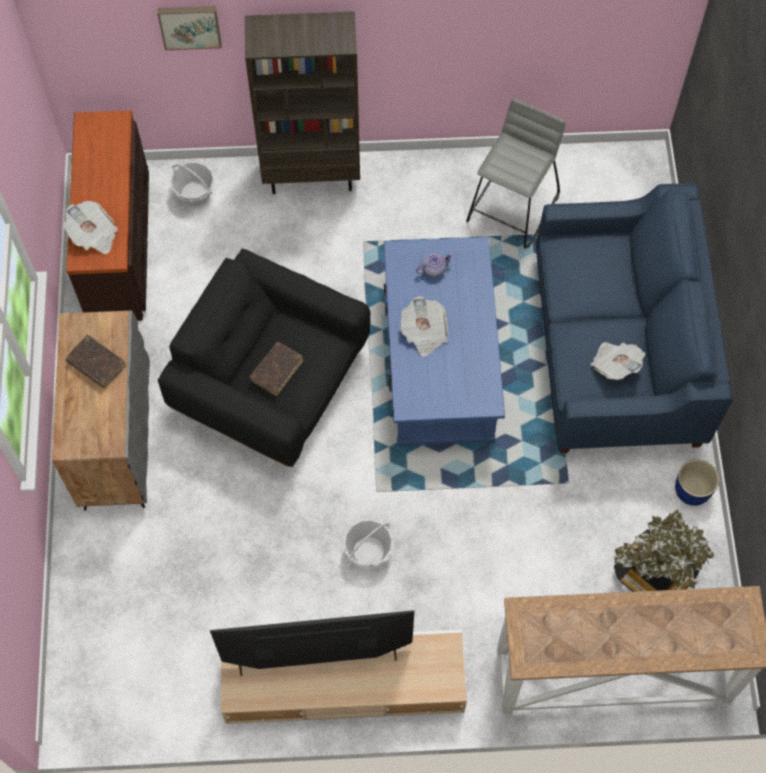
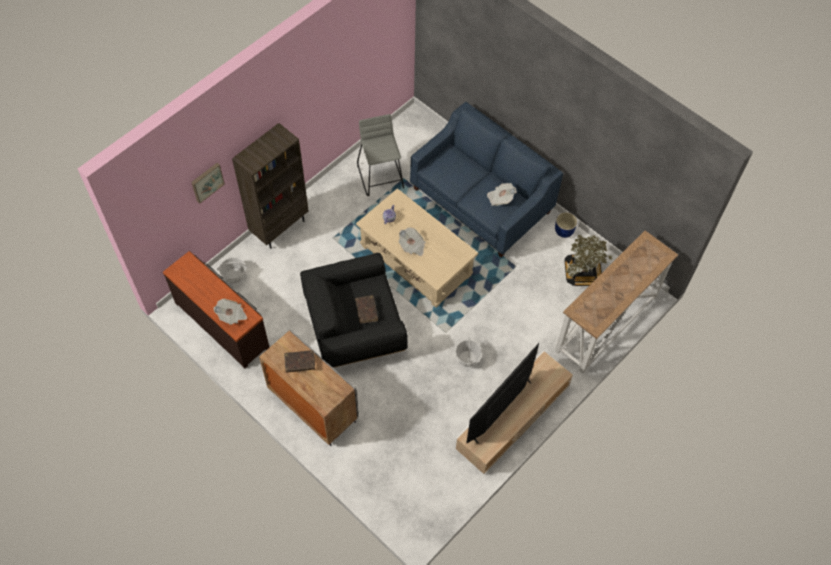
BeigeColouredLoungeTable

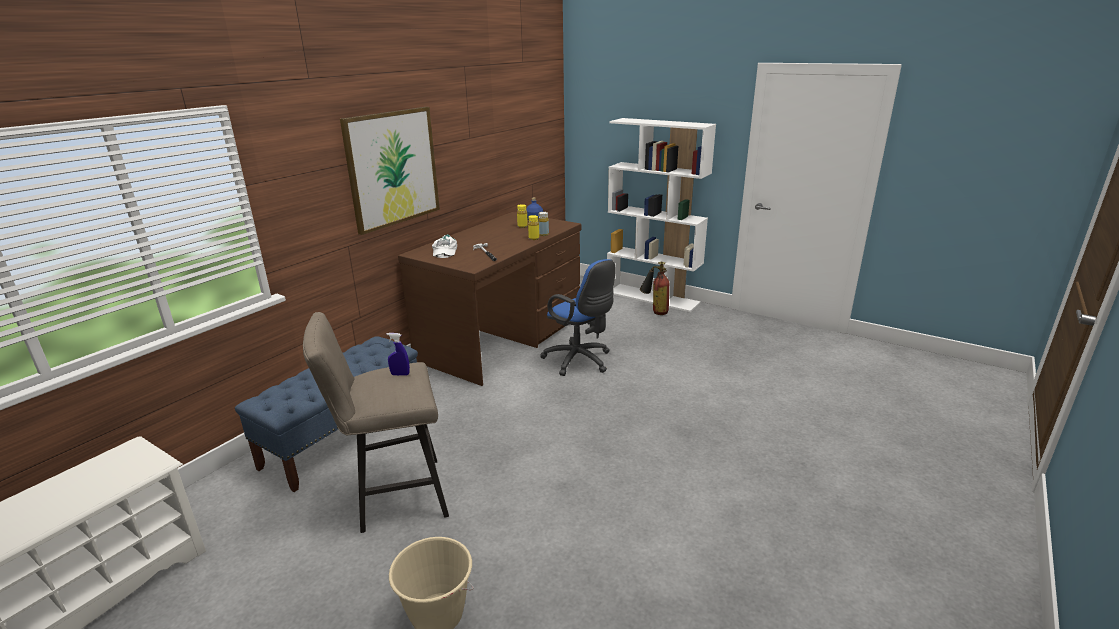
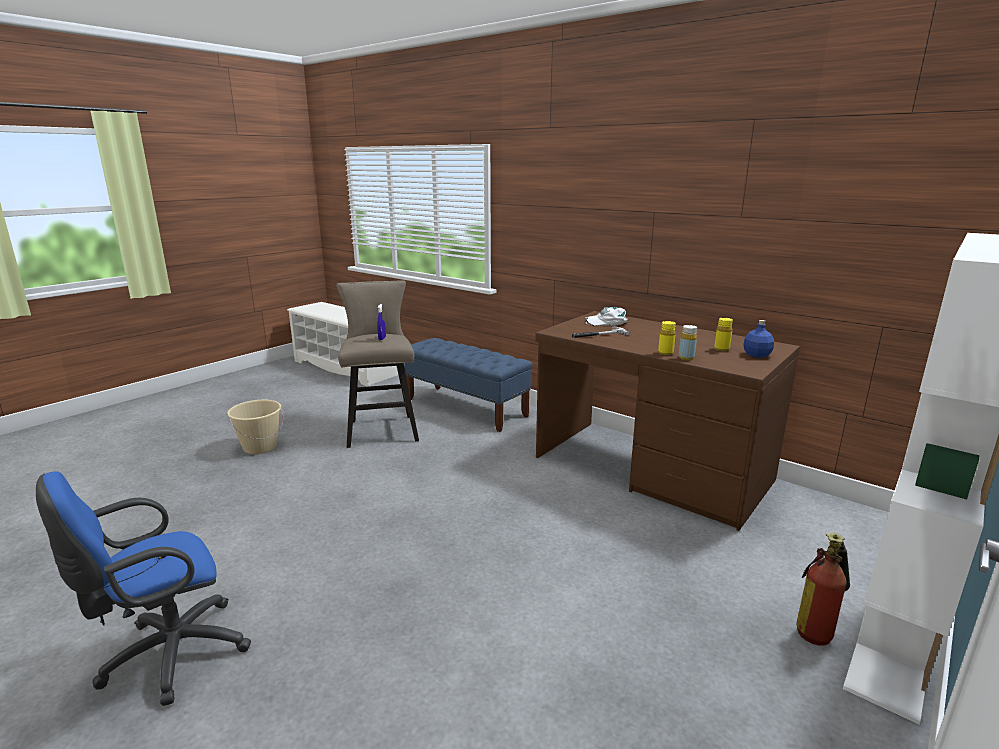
WallPicture
BlueColouredDeskChair

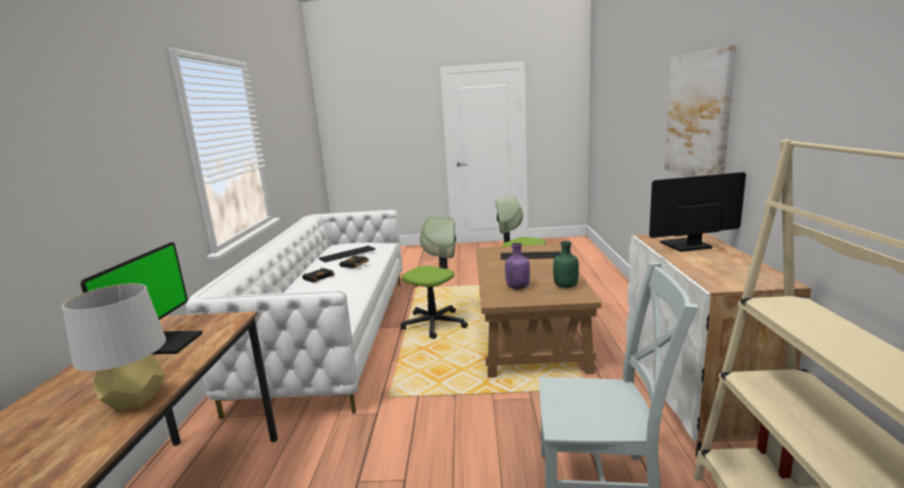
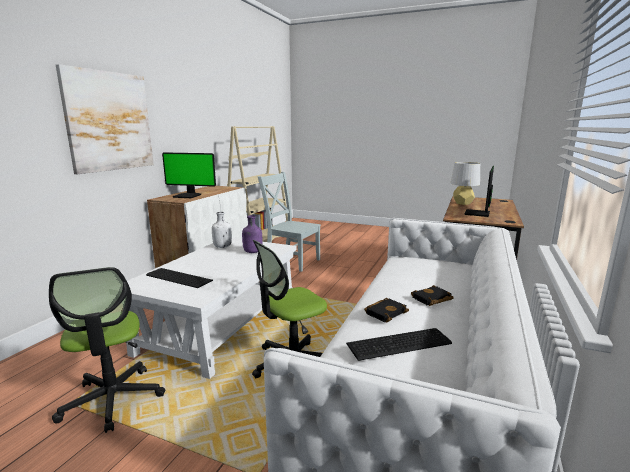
WhiteColouredLoungeTable
WhiteColouredBeverageBottle

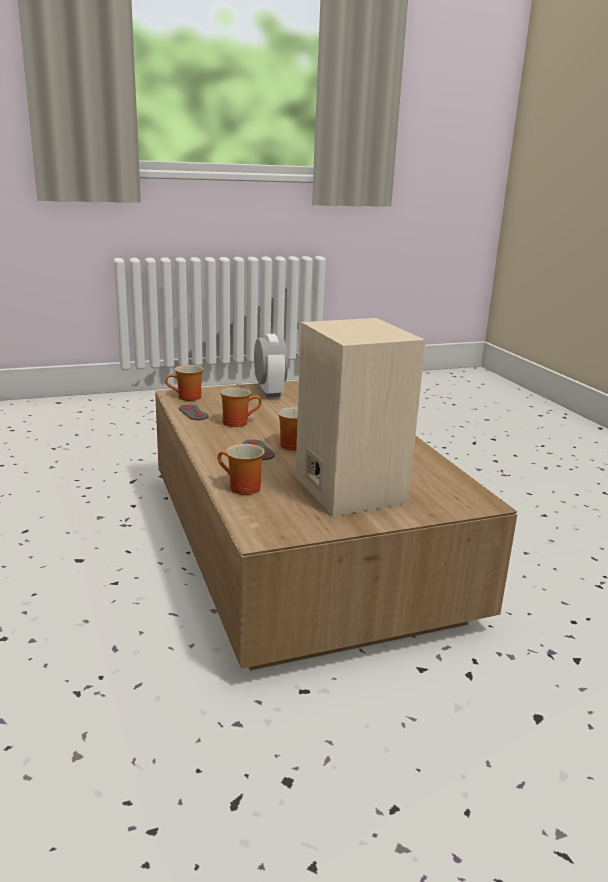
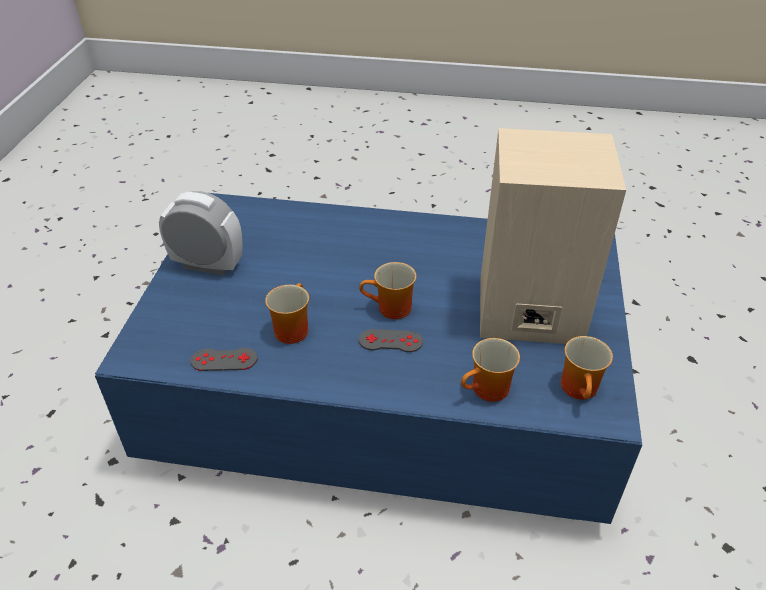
CoffeeMug (no. 4 from left)
BlueColouredLoungeTable

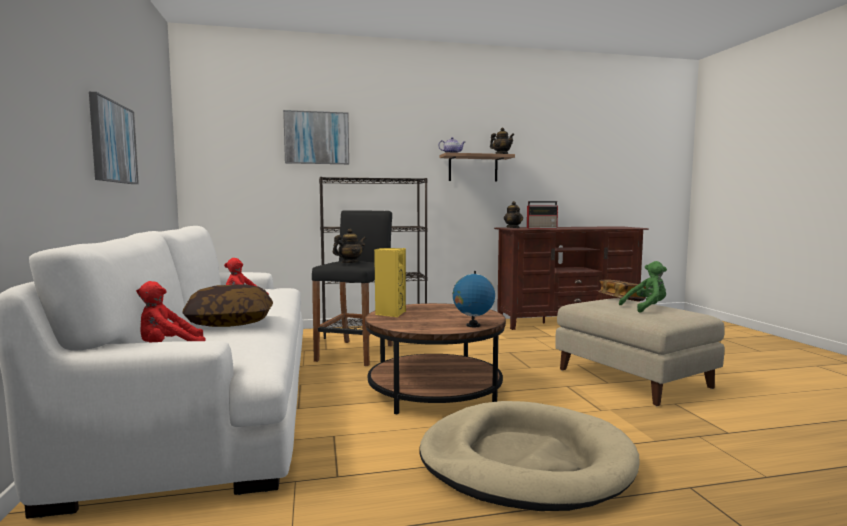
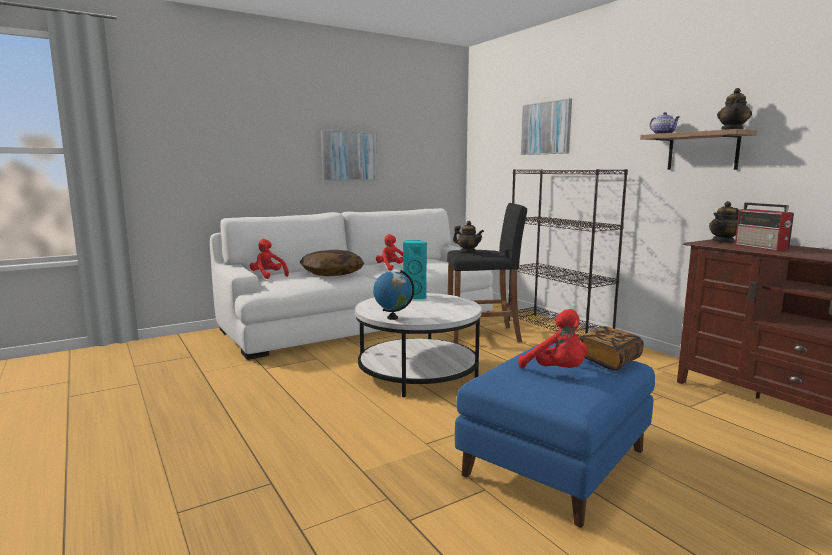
BeigeColouredDogCushion
WhiteColouredLoungeTable
TurquoiseAudioSpeaker
BlueColouredOttoman
ReddishPlushToy (no. 3 from left)

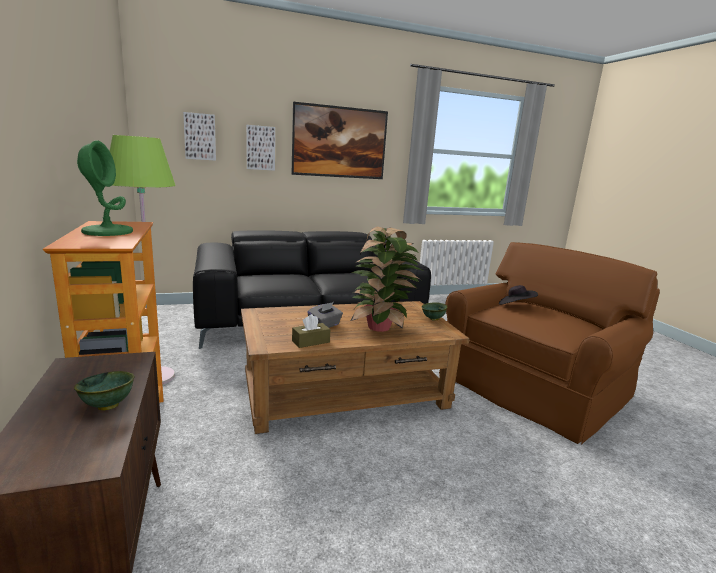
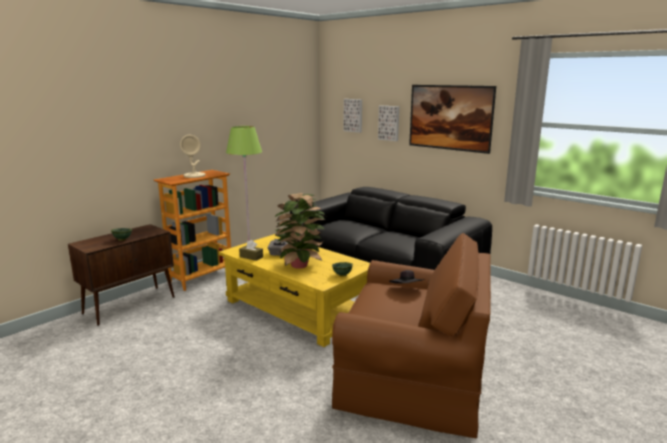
BeigeColouredLampForATable
YellowColouredLoungeTable

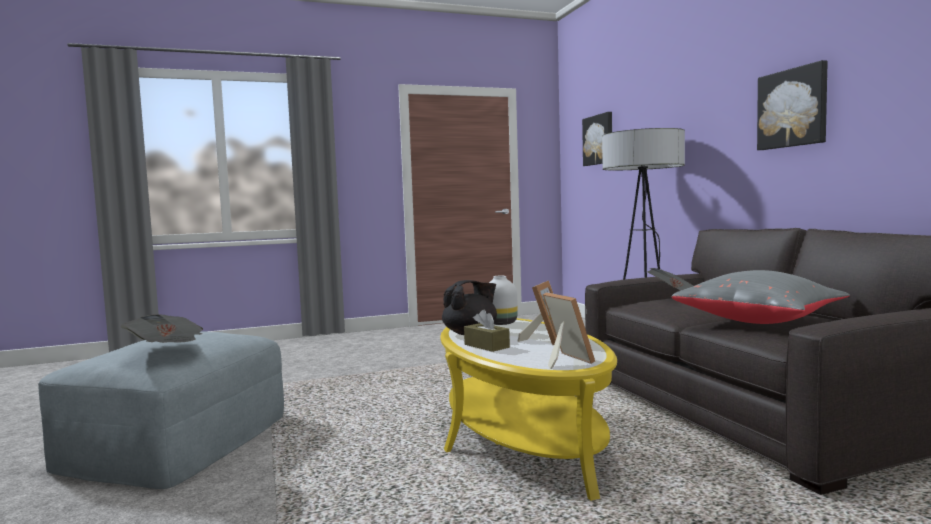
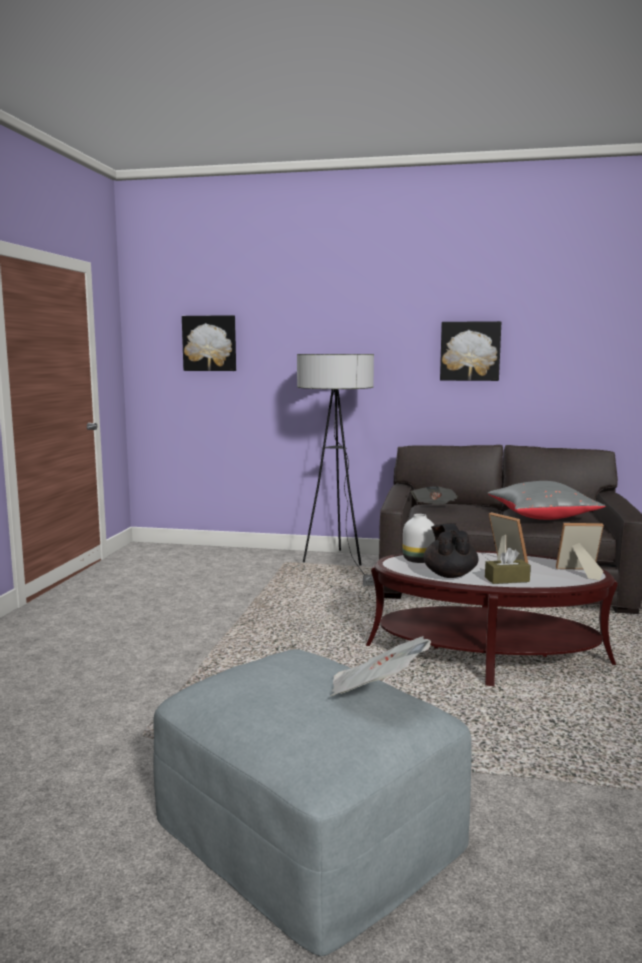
BrownColouredLoungeTable

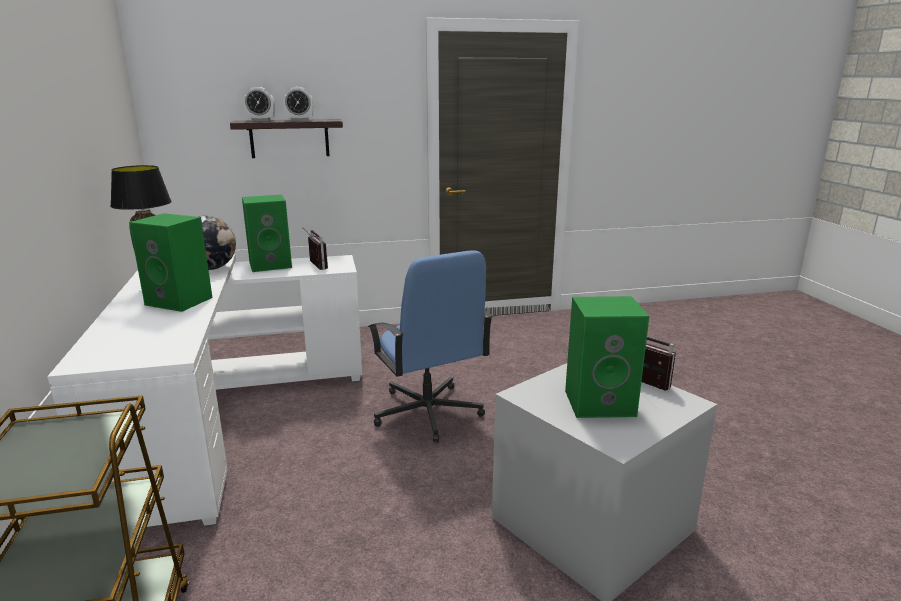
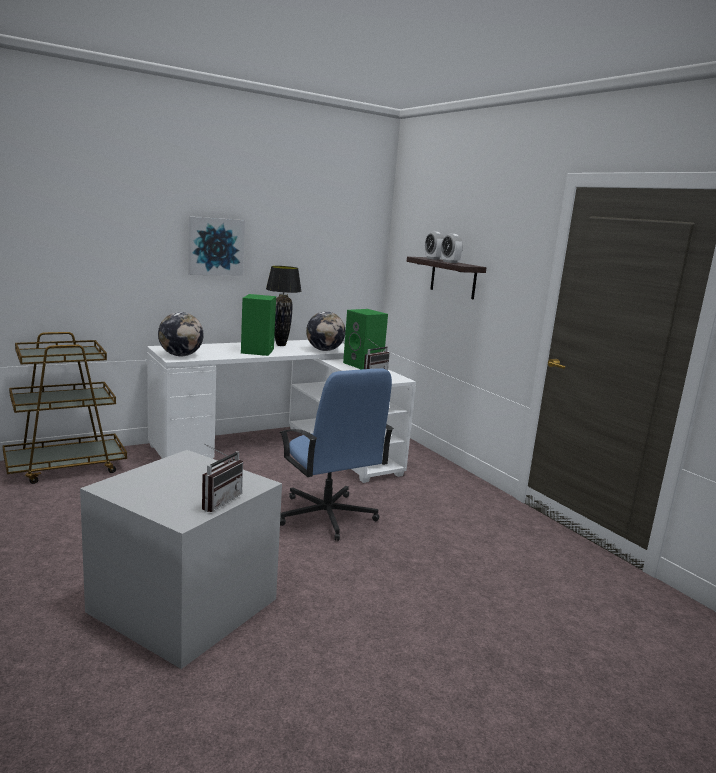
GreenishAudioSpeaker (no. 3 from left in the first image)
DeskGlobe (no. 1 from left)
WallPicture
BlueColouredDeskChair

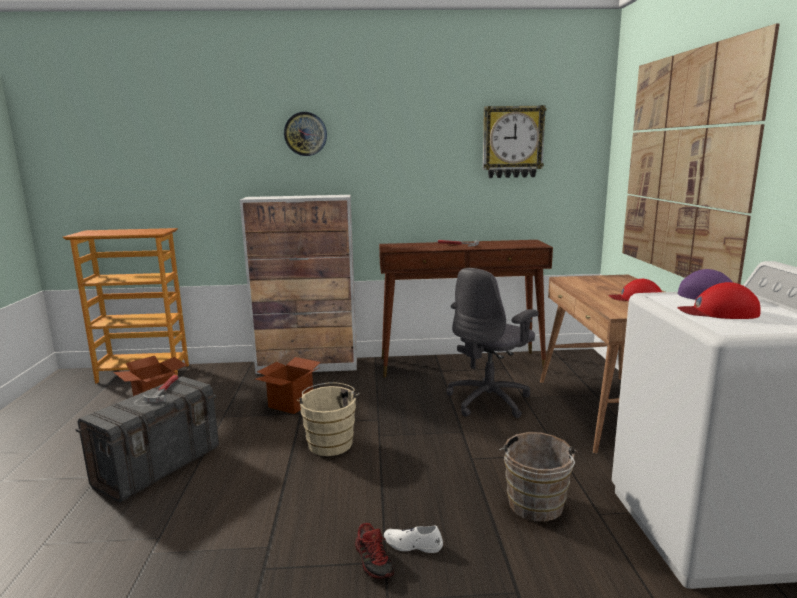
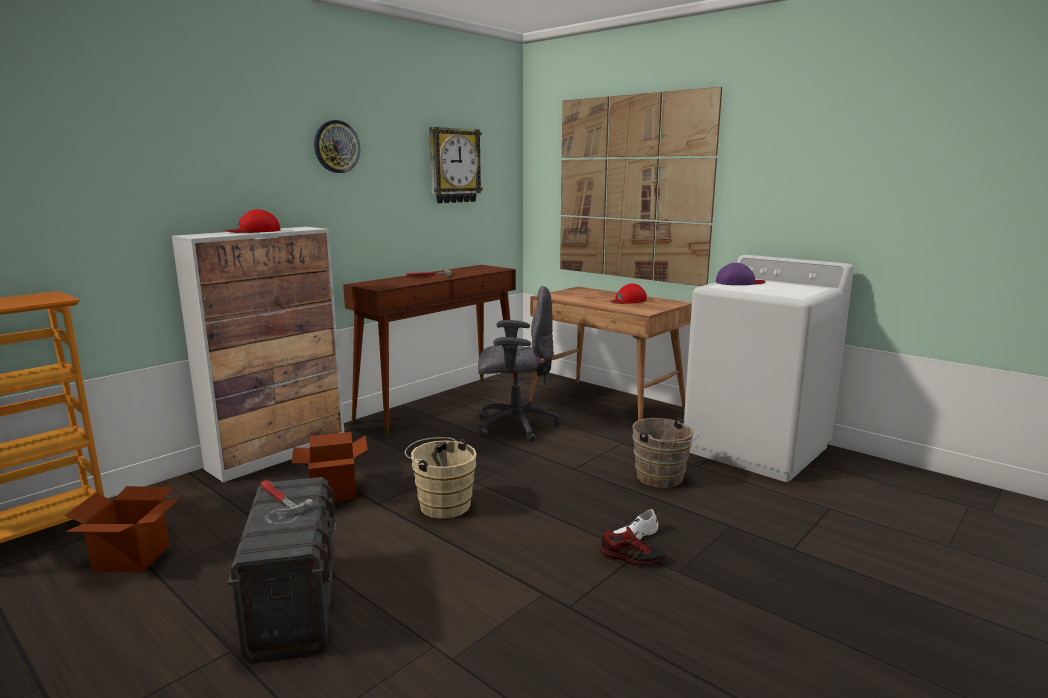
HangingClock (no. 1 from left)
ReddishCap (no. 1 from left)
GreyishDeskChair

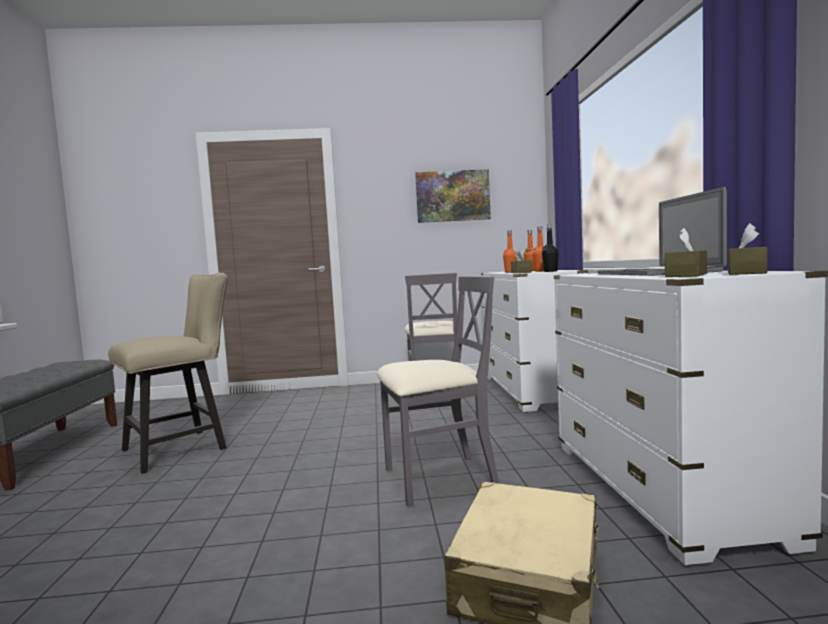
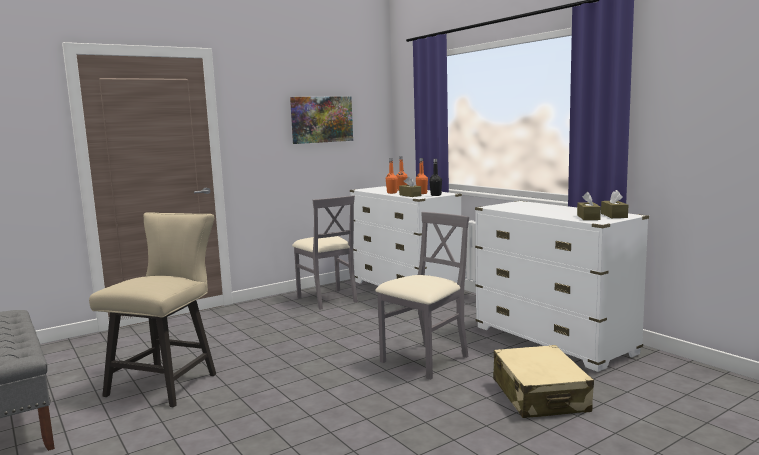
PortableComputer

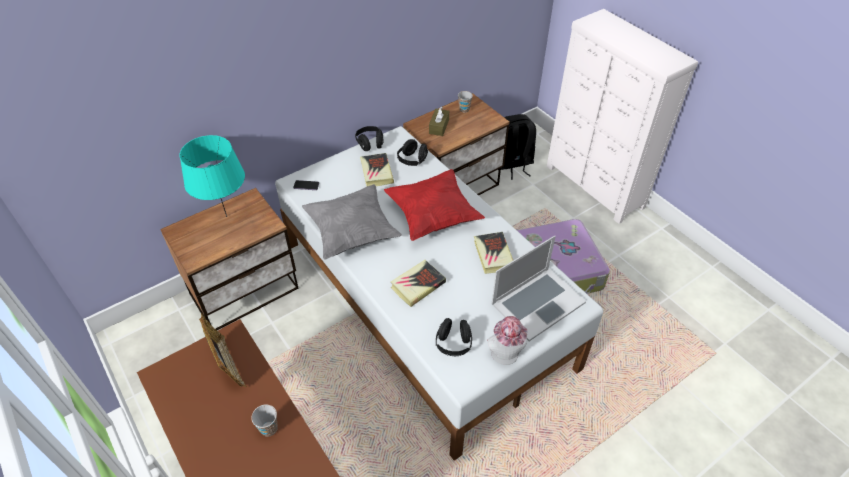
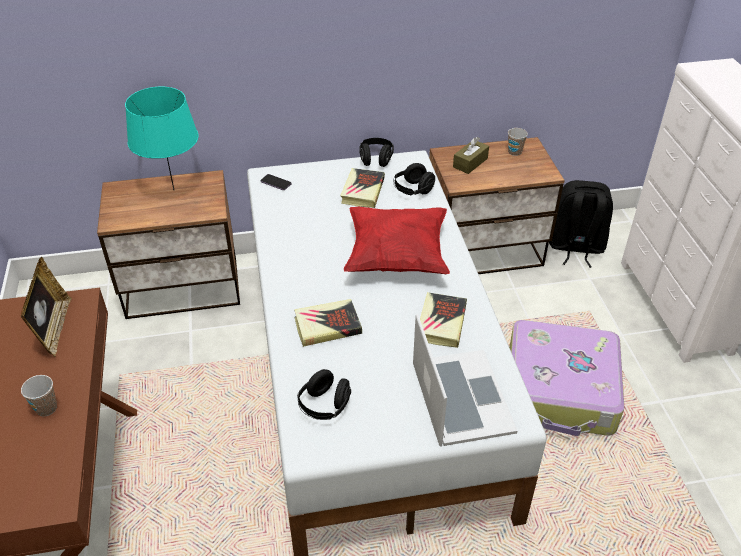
GreyishPillow
WearableHat
PortableComputer

